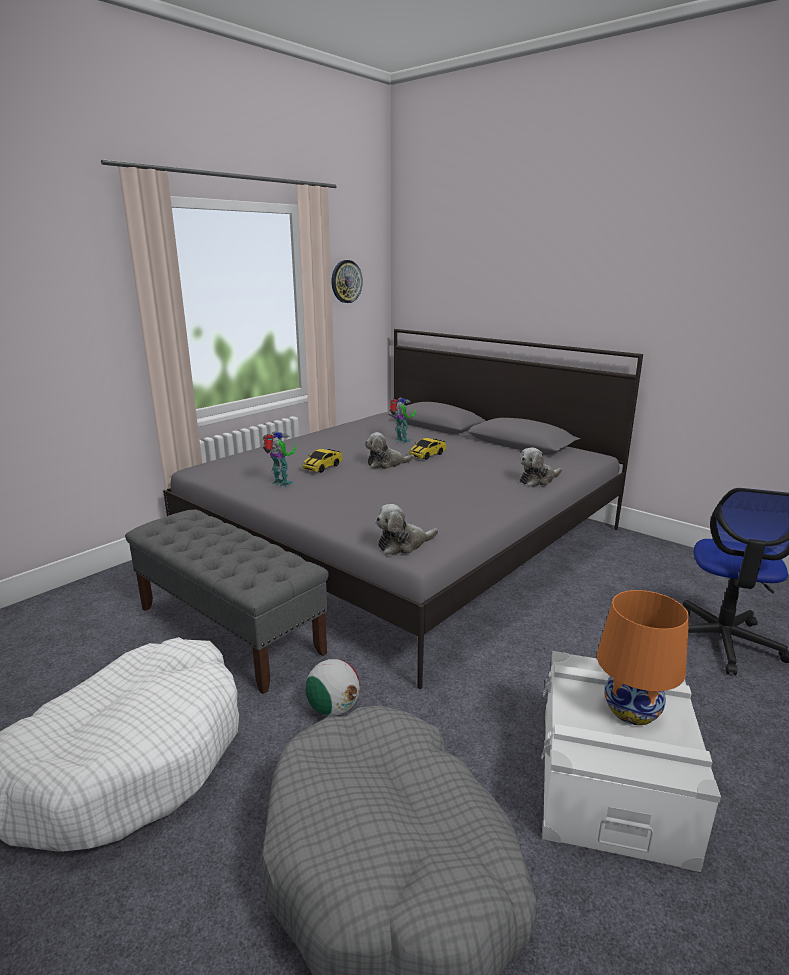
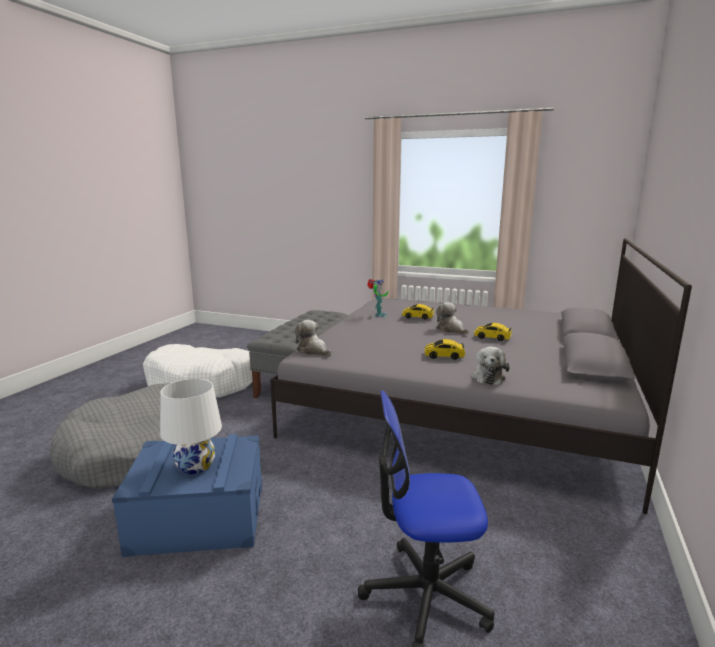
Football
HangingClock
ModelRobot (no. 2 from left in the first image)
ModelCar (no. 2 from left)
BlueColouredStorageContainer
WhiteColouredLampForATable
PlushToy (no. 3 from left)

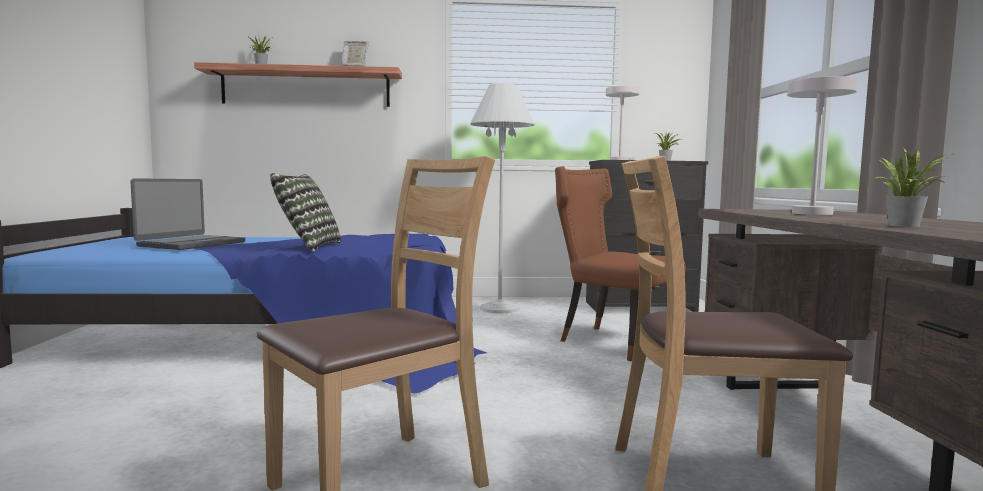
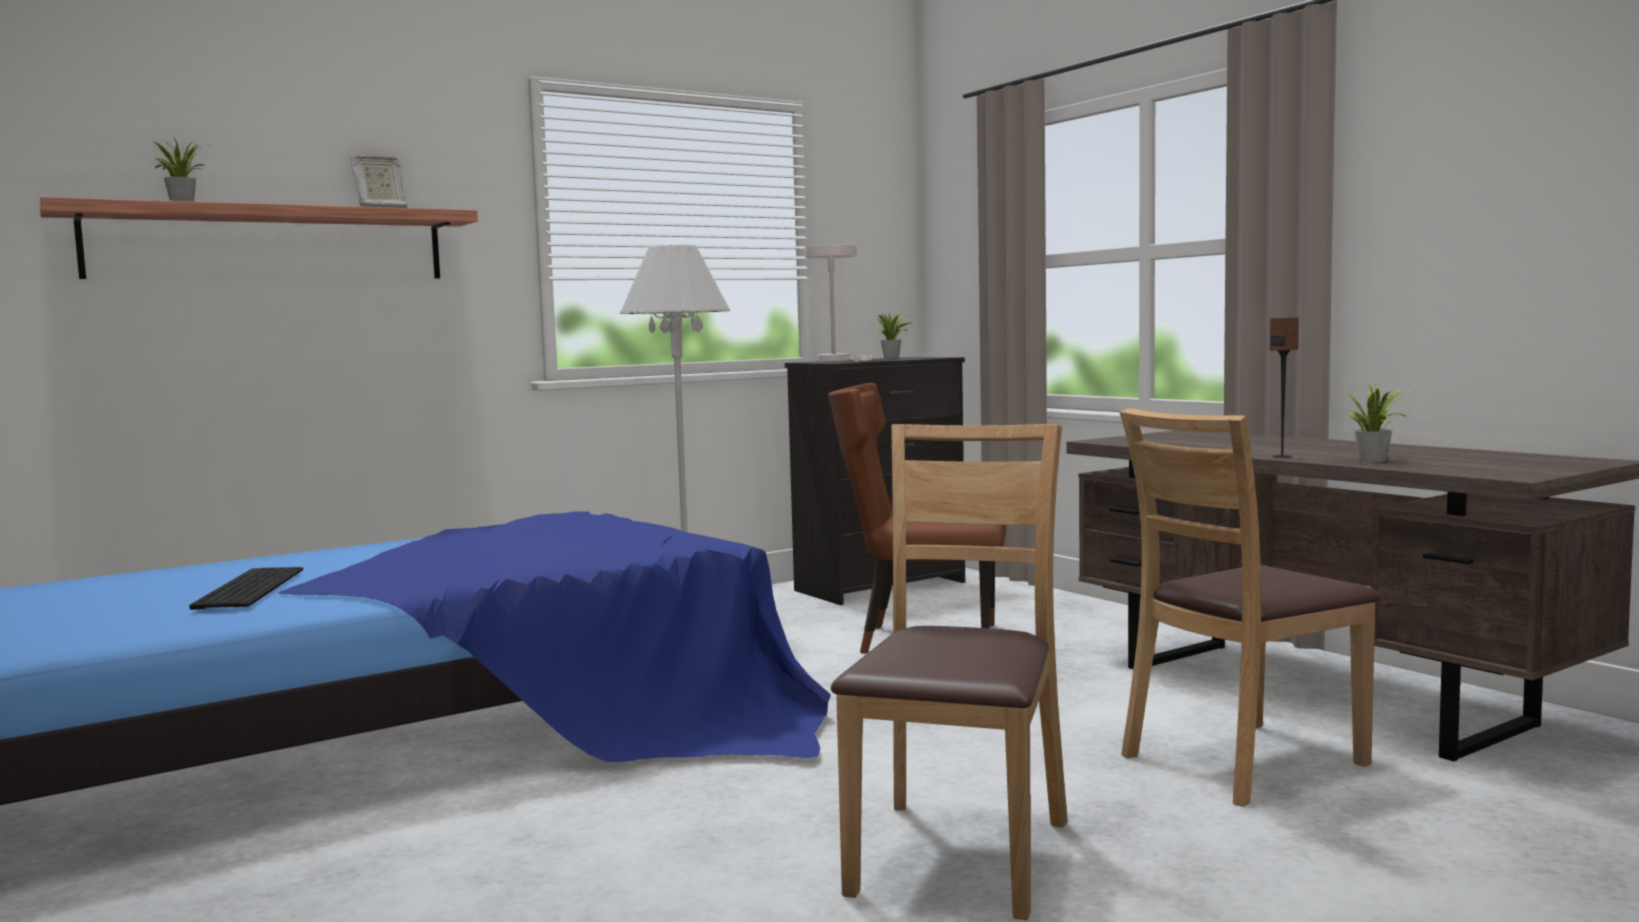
Pillow
WhiteColouredLampForATable (no. 2 from left in the first image)
AudioSpeaker
ComputerKeyboard

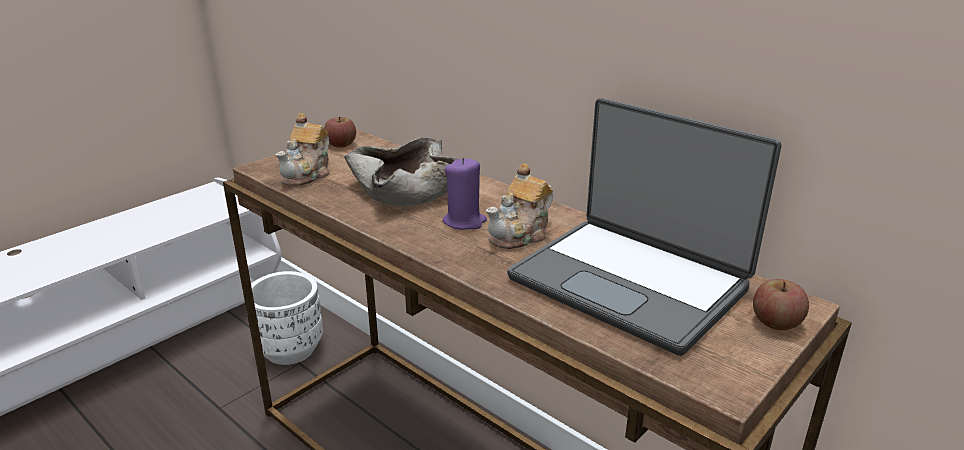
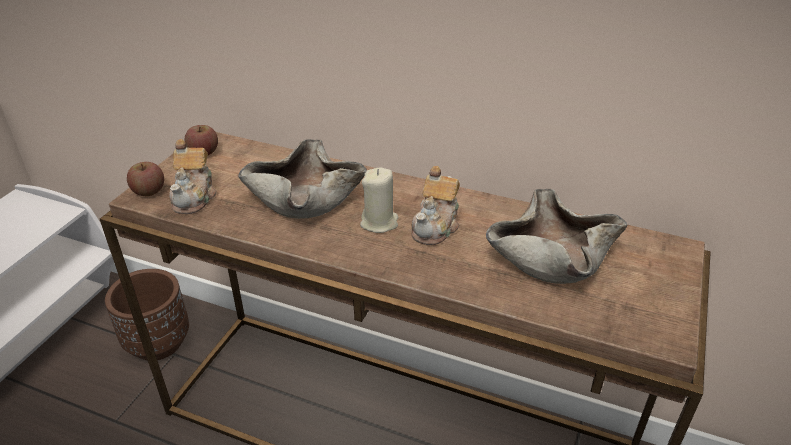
WholeApple (no. 1 from left)
BeigeColouredDeepDish (no. 2 from left)
BrownColouredPlantPot
BeigeColouredCandle

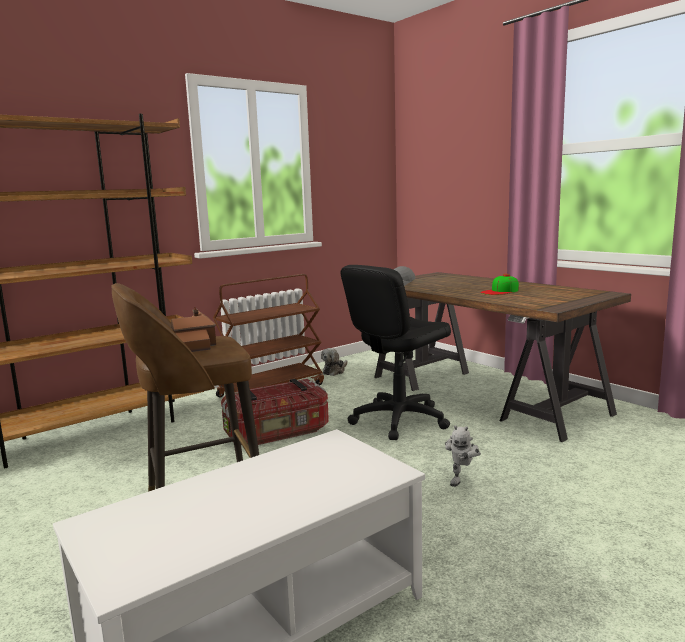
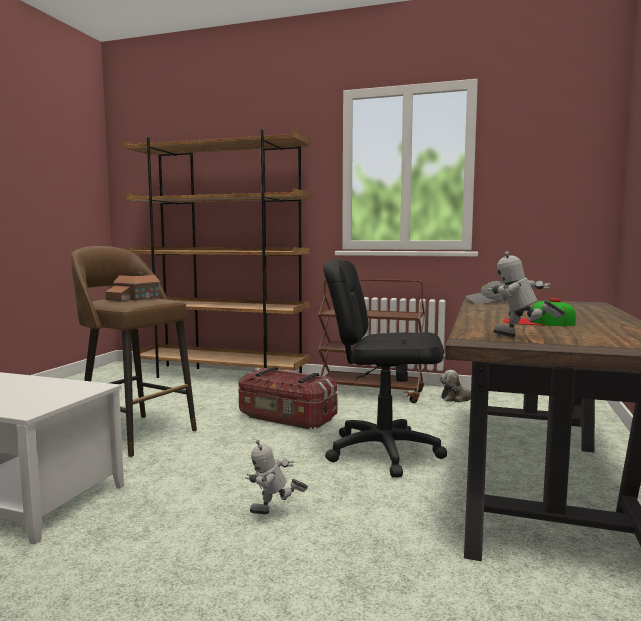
ModelRobot (no. 2 from left)

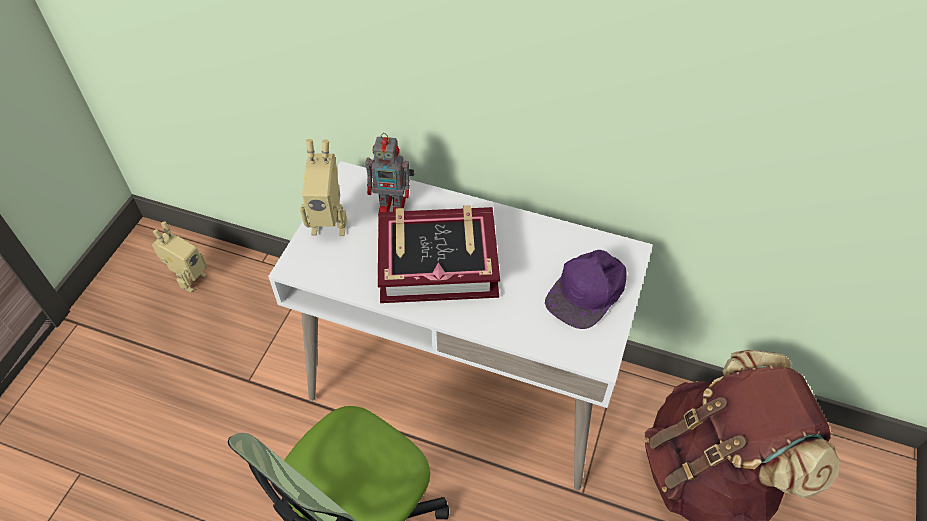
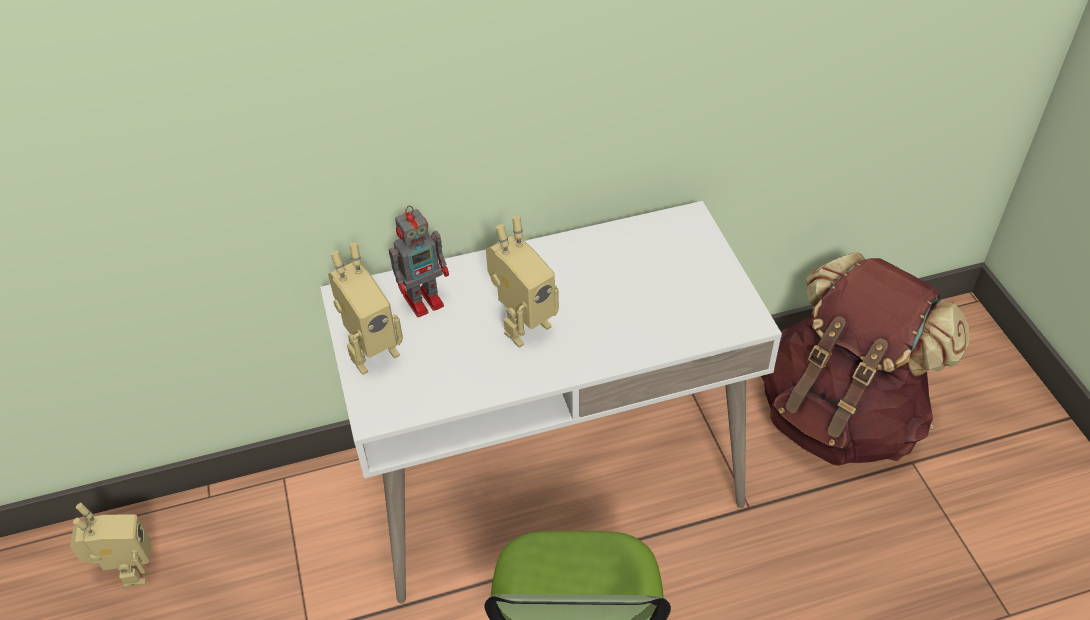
PurpleCap
ModelRobot (no. 4 from left)

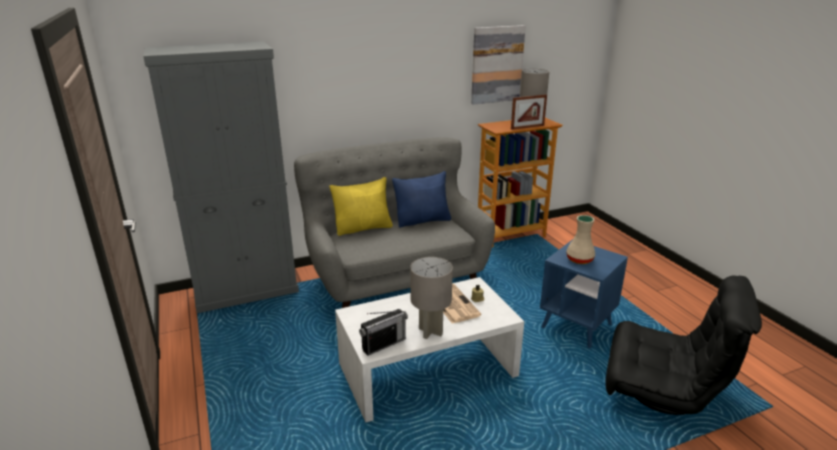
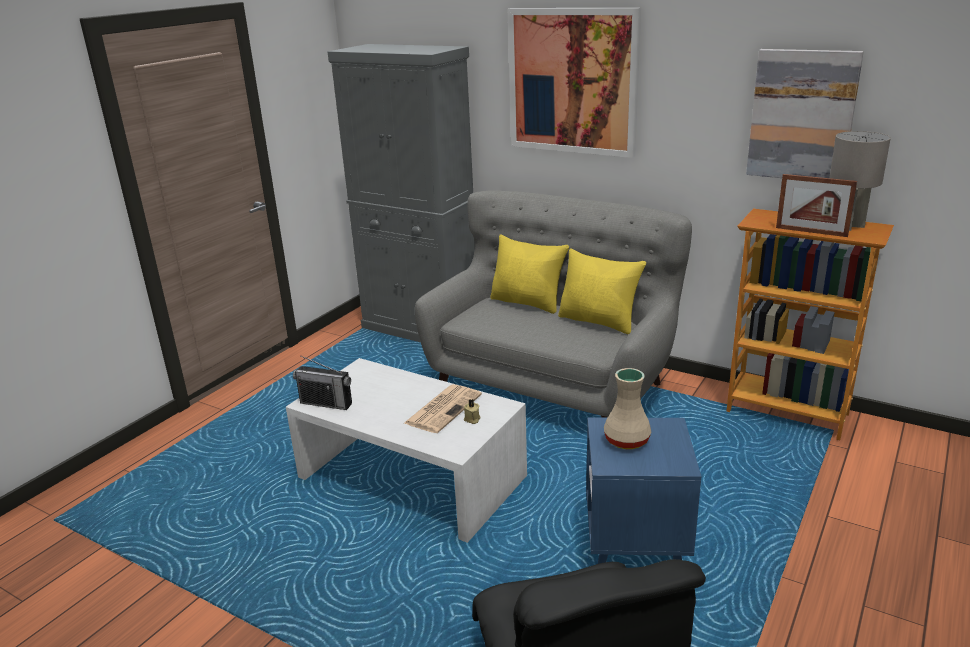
GreyishLampForATable (no. 1 from left in the first image)
WallPicture (no. 1 from left)
YellowColouredPillow (no. 2 from left)

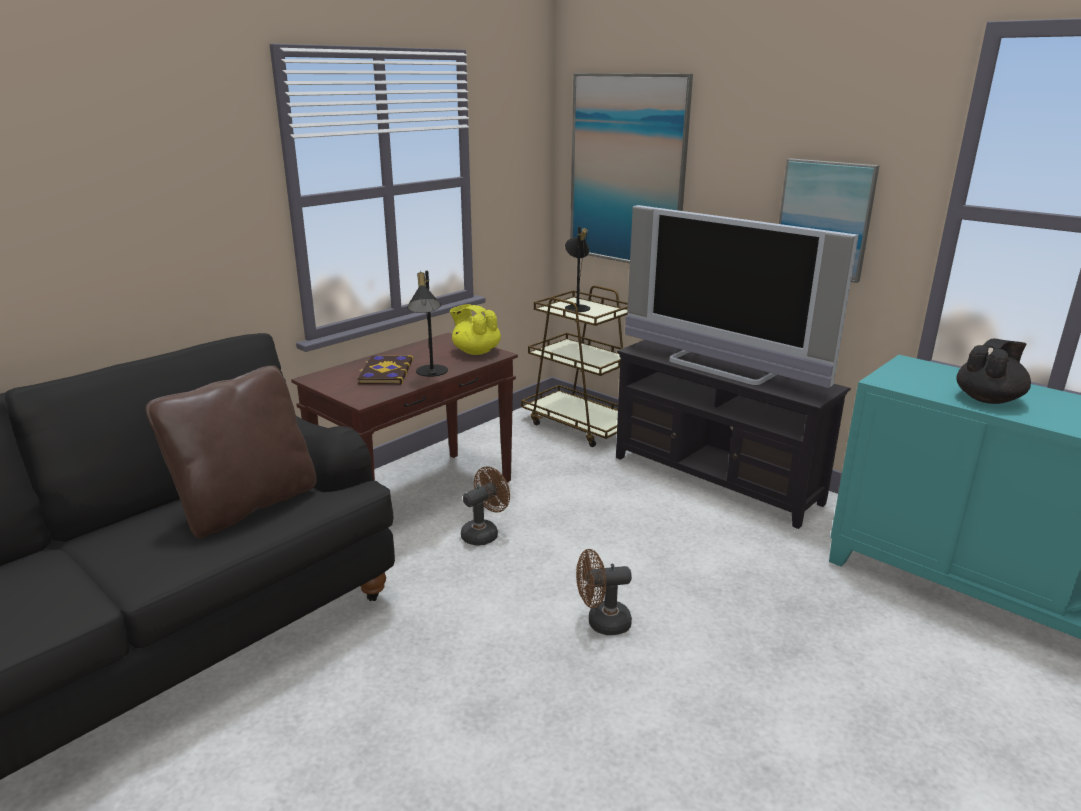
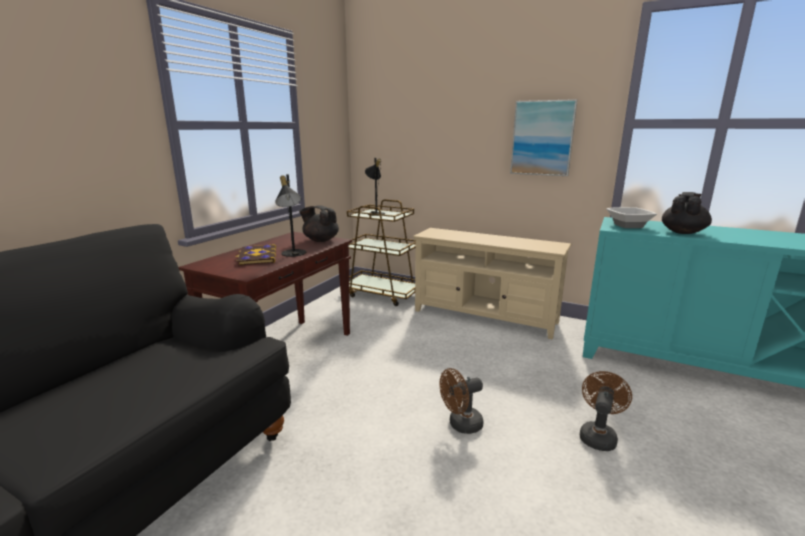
BrownColouredPillow
WallPicture (no. 1 from left in the first image)
TvSet
DeepDish
BrownColouredCoolingFan (no. 2 from left)
BlackishTeaPot (no. 1 from left)
BeigeColouredTvUnit

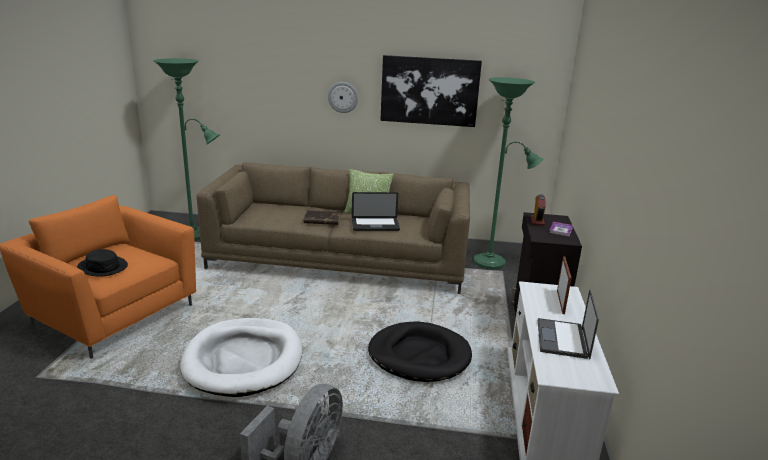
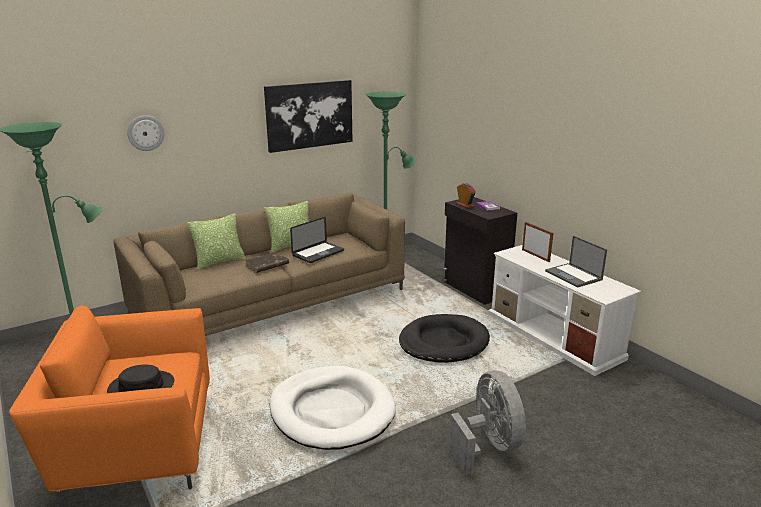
Pillow (no. 1 from left)
HangingClock

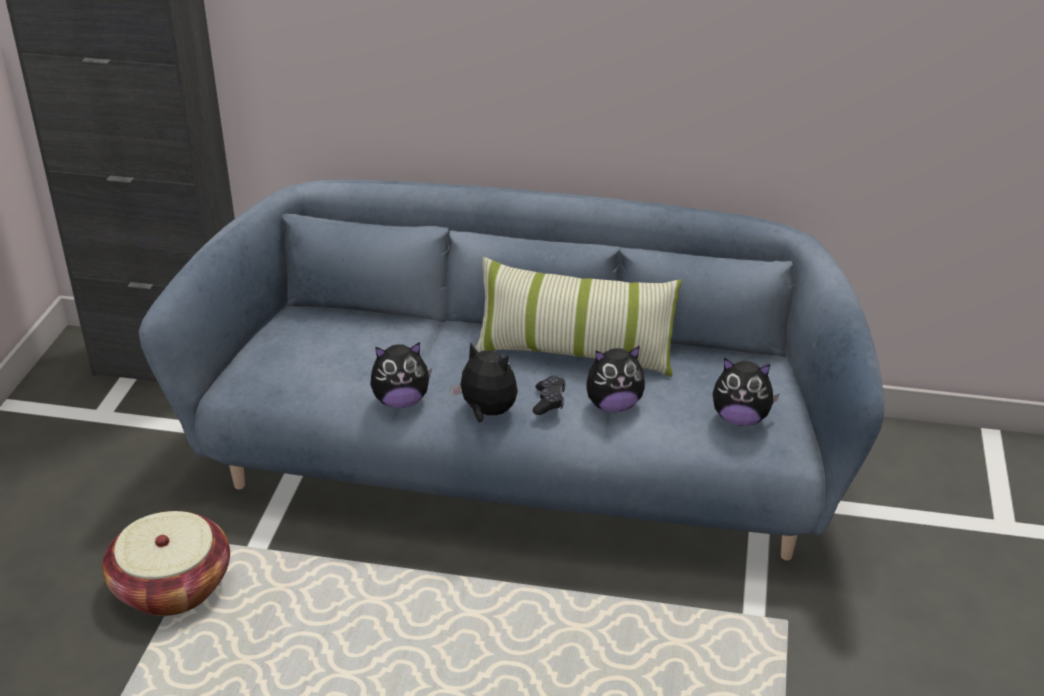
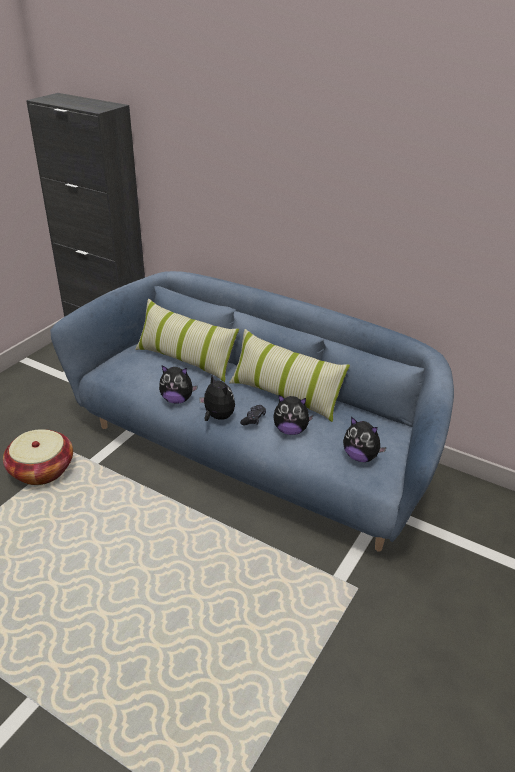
Pillow (no. 1 from left)

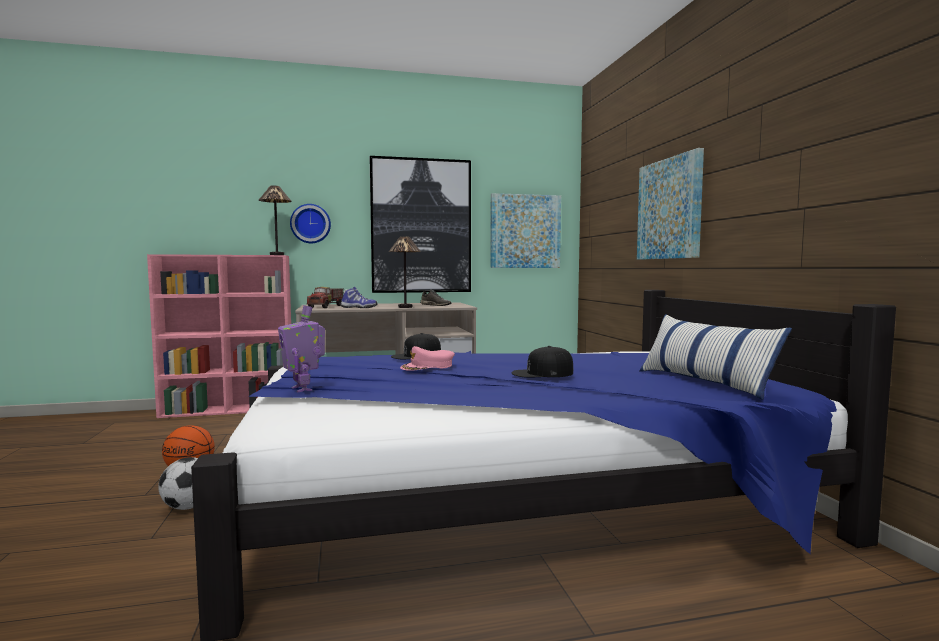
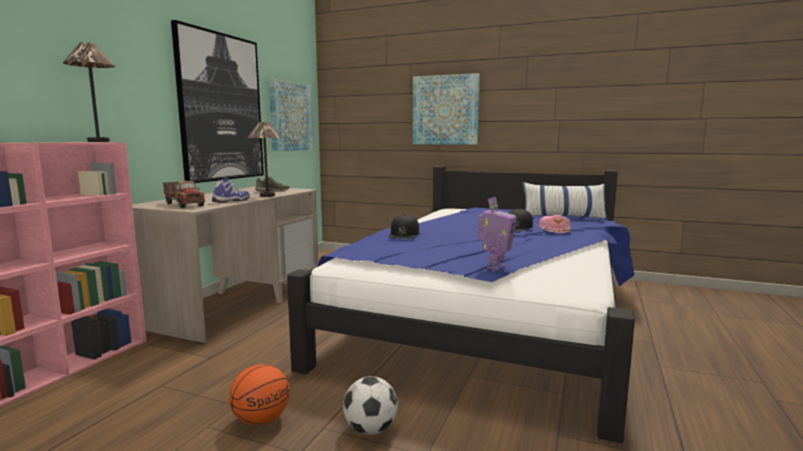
HangingClock
PinkishCap
ModelRobot

